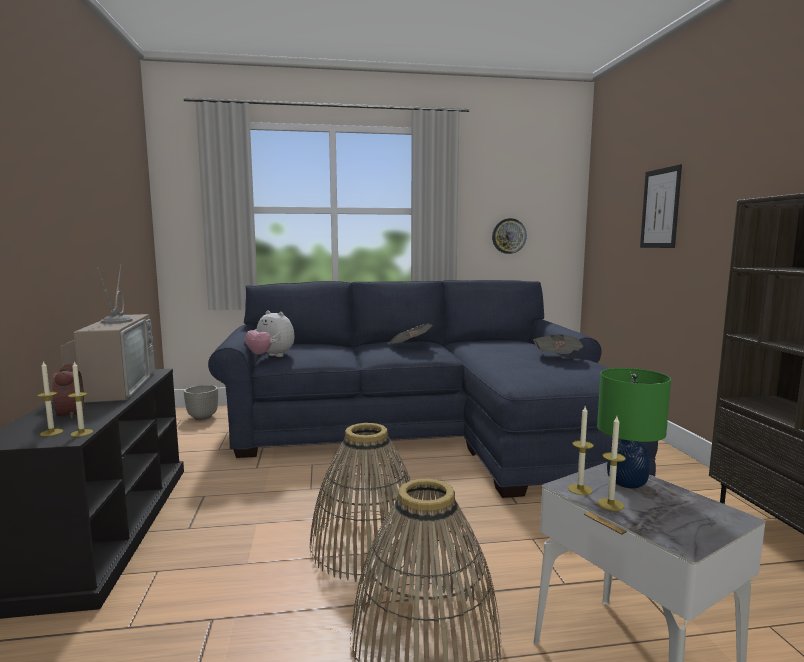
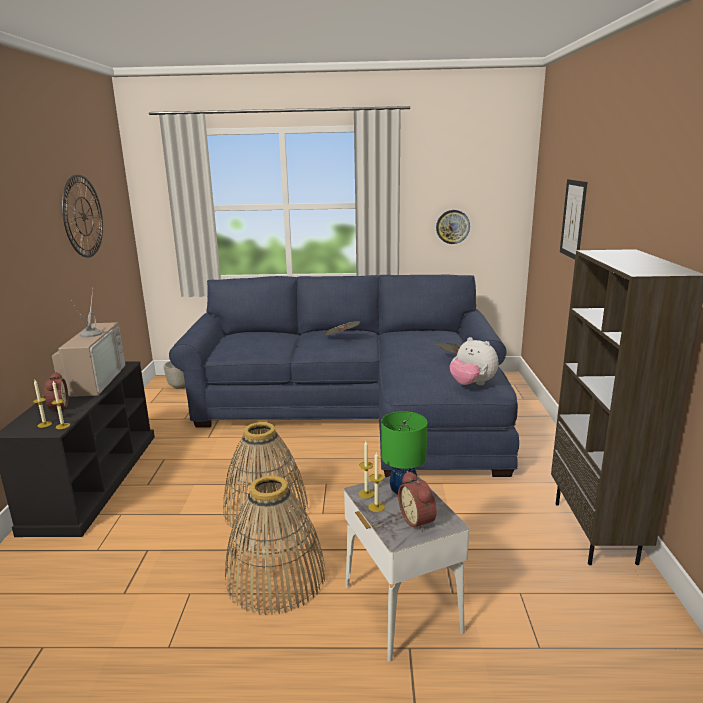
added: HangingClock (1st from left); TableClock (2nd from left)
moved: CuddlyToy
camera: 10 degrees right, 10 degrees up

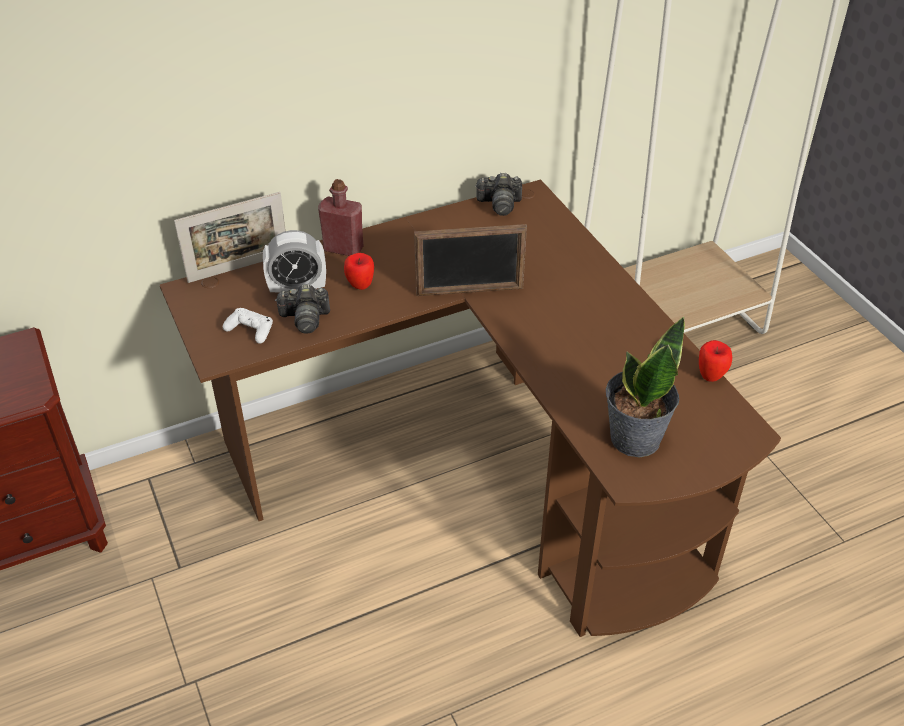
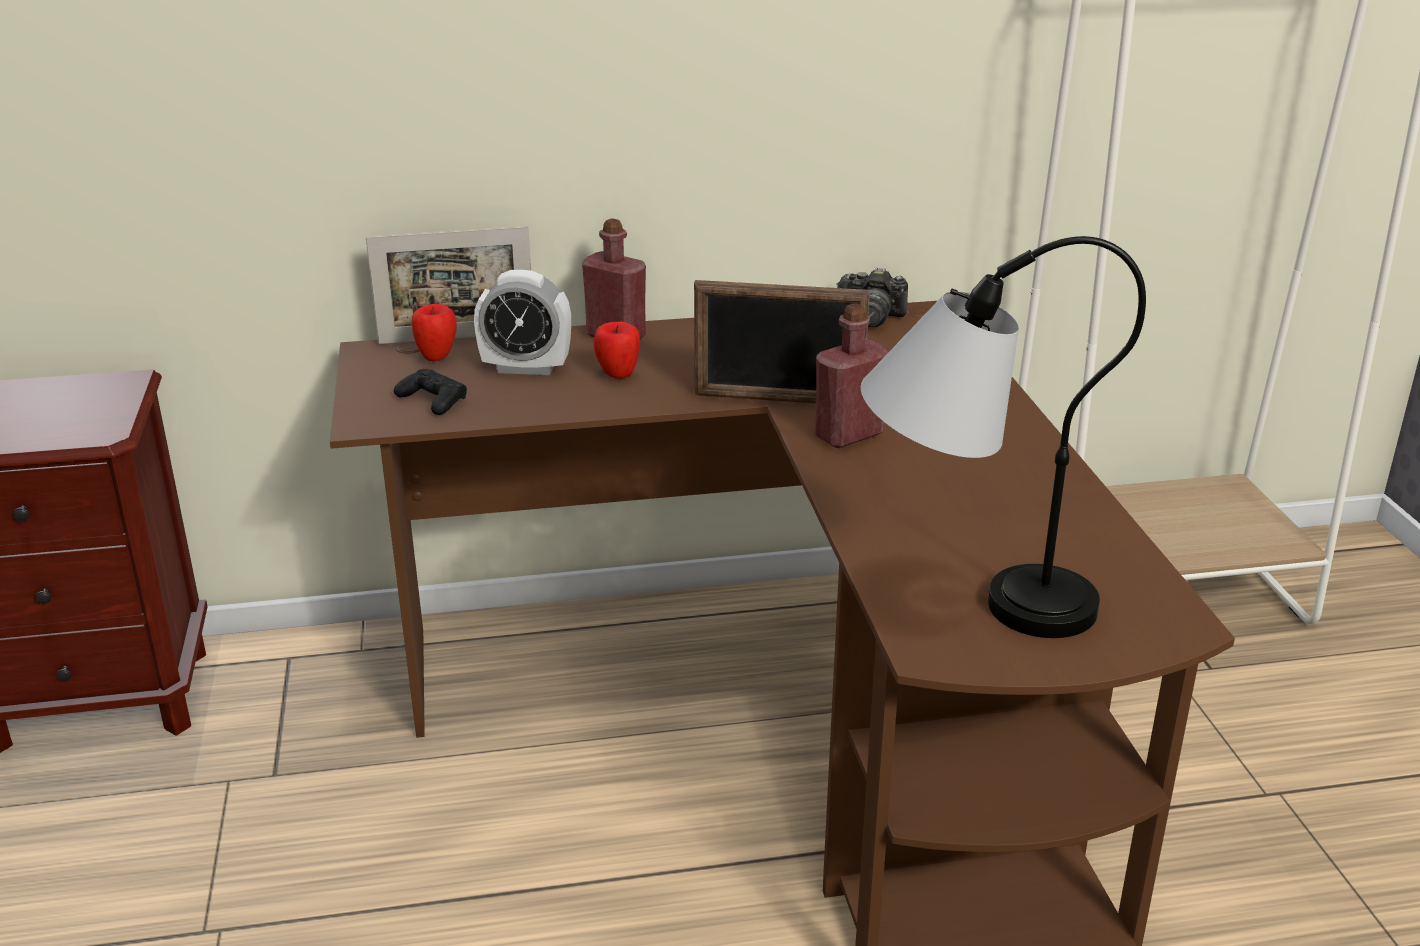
removed: StillCamera (1st from left)
added: ReddishBottle (2nd from left)
moved: Apple (2nd from left in the first image) to Apple (1st from left)
replaced: PlantInAPot to TableLamp
recoloured: WhitishGameController to BlackGameController
camera: 15 degrees right, 15 degrees down

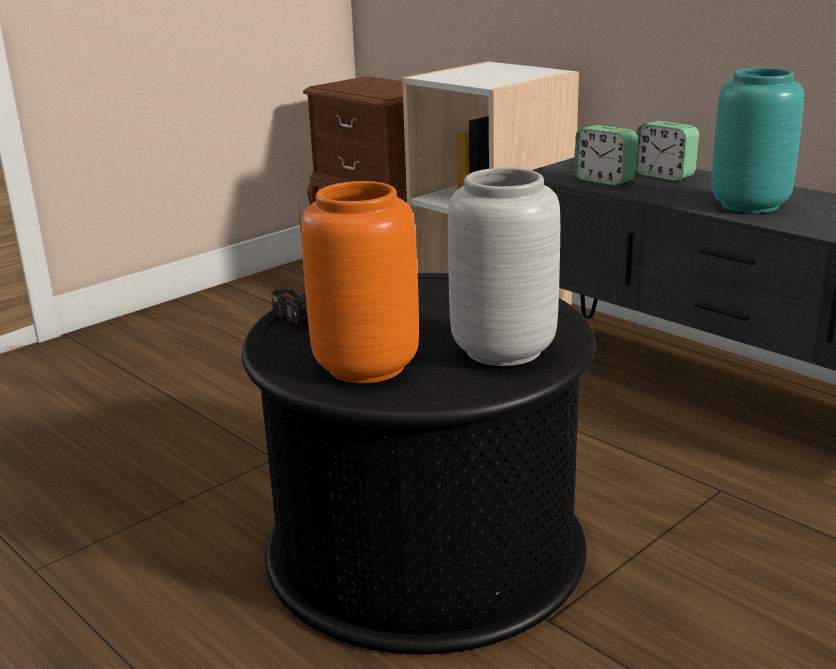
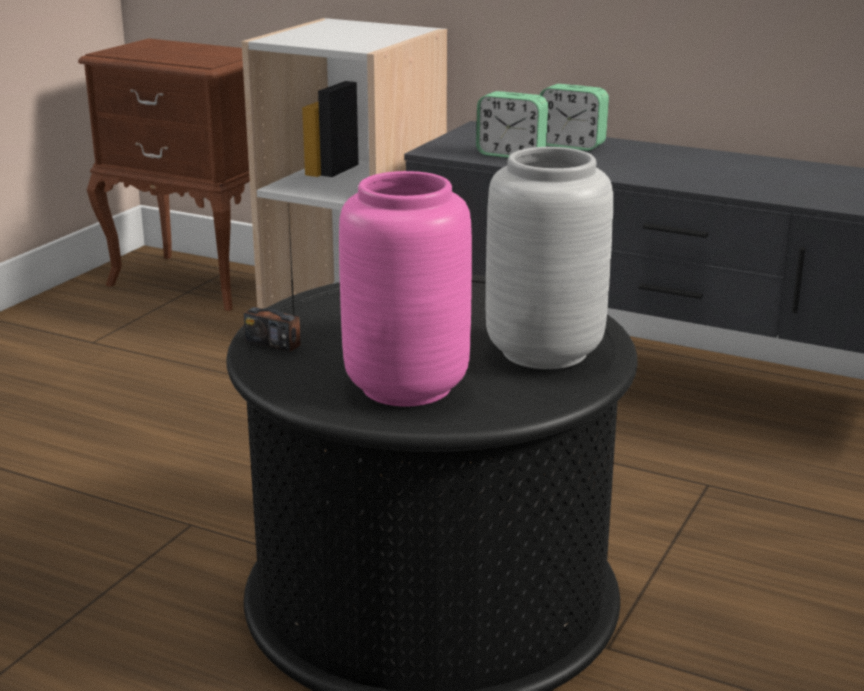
removed: BlueGreenDecorativeVase
recoloured: OrangeColouredDecorativeVase to PinkishDecorativeVase
camera: 20 degrees left, 0 degrees up

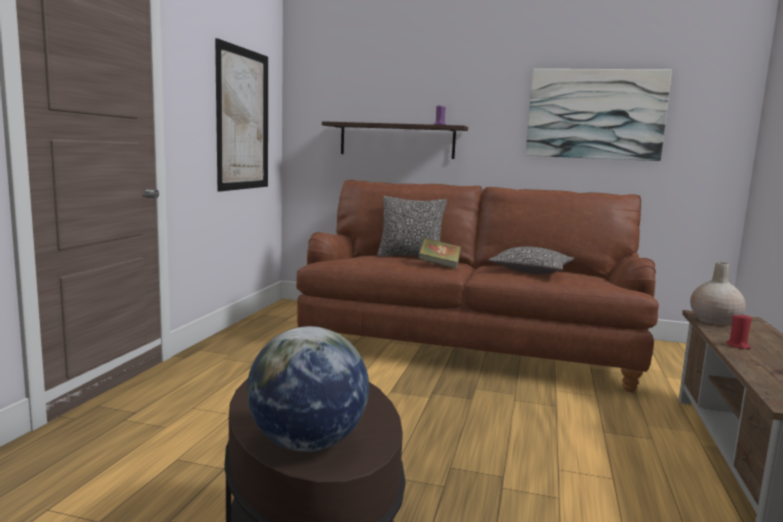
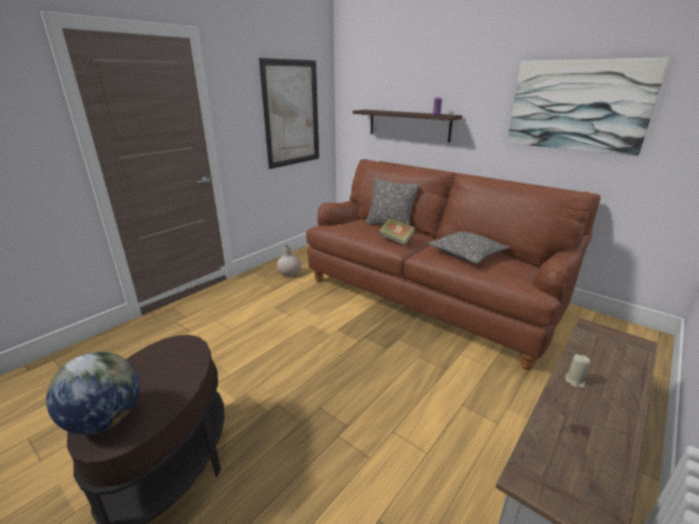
moved: SandColouredDecorativeVase
recoloured: ReddishCandle to SandColouredCandle
camera: 25 degrees right, 15 degrees up

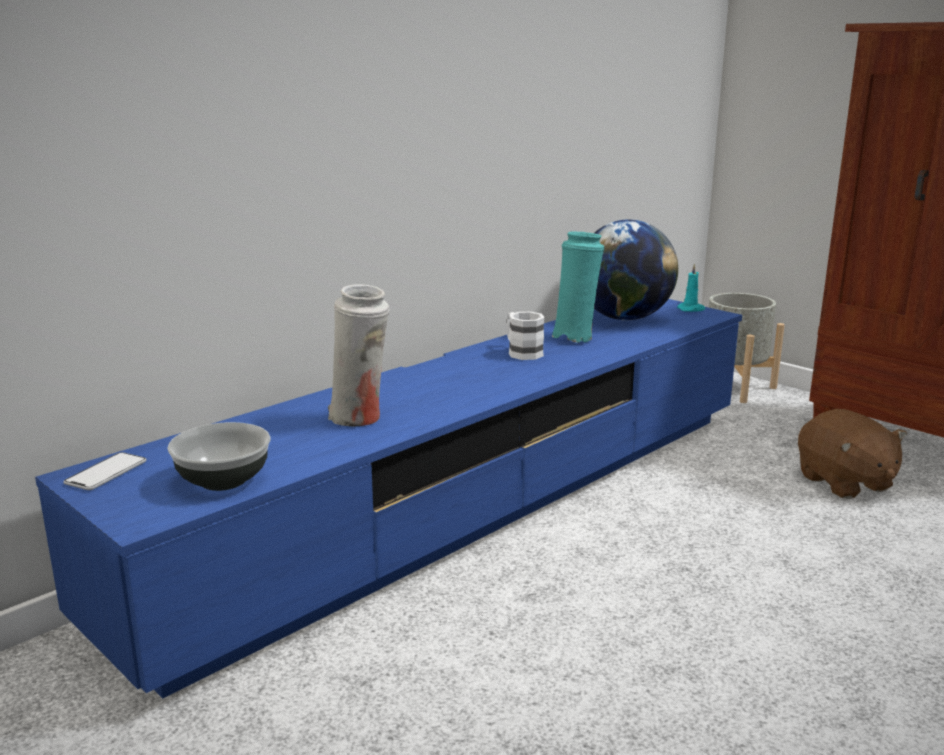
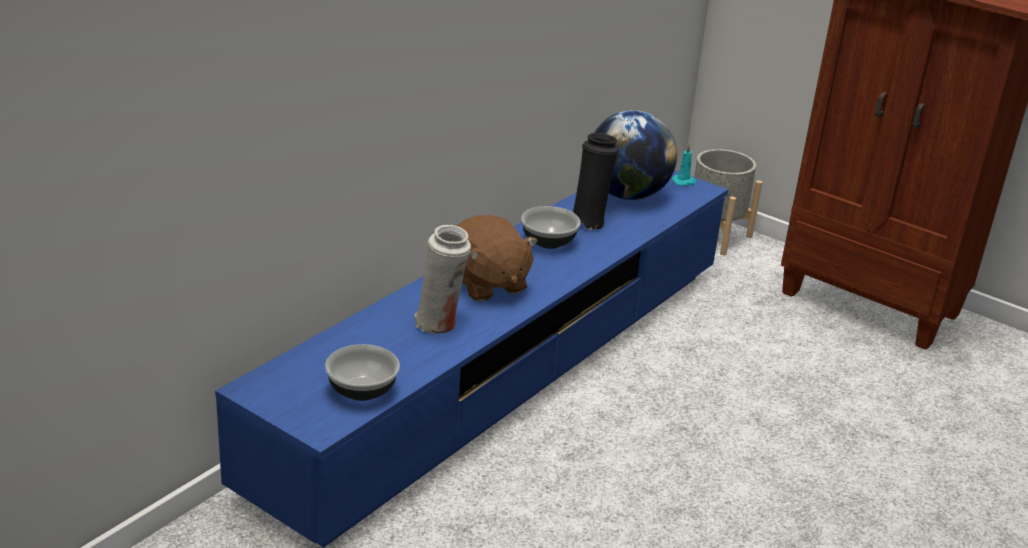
removed: Handset
moved: BrownCuddlyToy
replaced: WhitishCoffeeMug to ServingBowl (2nd from left)
recoloured: BlueGreenDecorativeVase to BlackDecorativeVase
camera: 10 degrees left, 10 degrees up

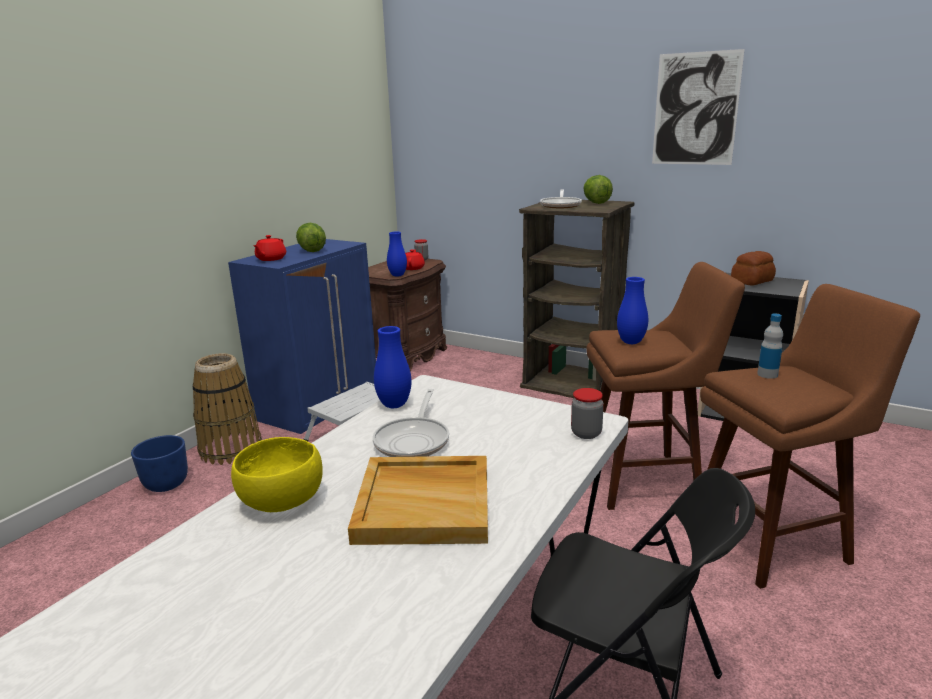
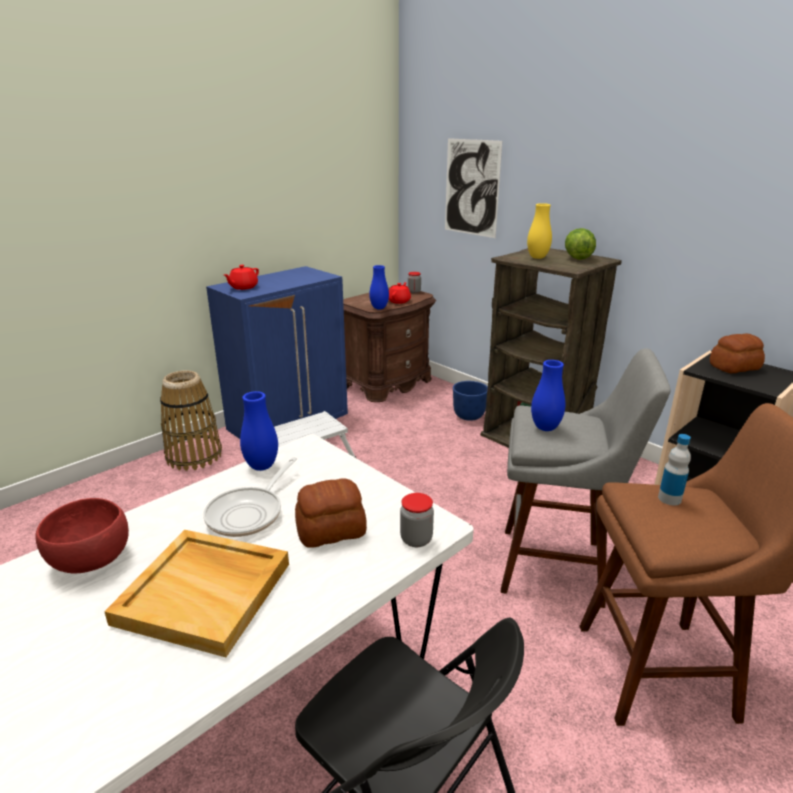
removed: LettuceHead (1st from left)
added: BakeryBread (1st from left)
moved: BluishFlowerPot; WallPicture
replaced: Pan (2nd from left) to YellowishDecorativeVase
recoloured: YellowishServingBowl to ReddishServingBowl; BrownStoolSeat (1st from left) to GreyishStoolSeat
camera: 15 degrees right, 5 degrees up

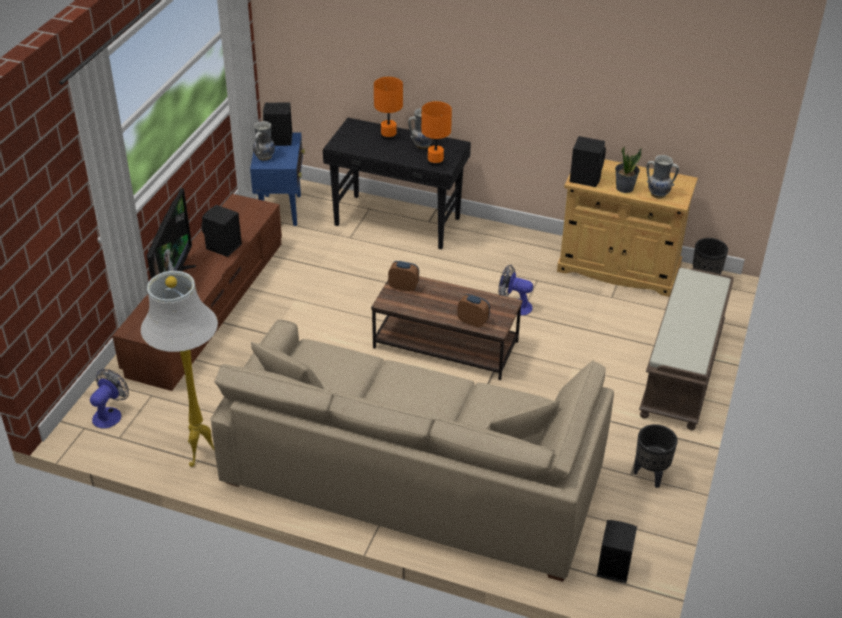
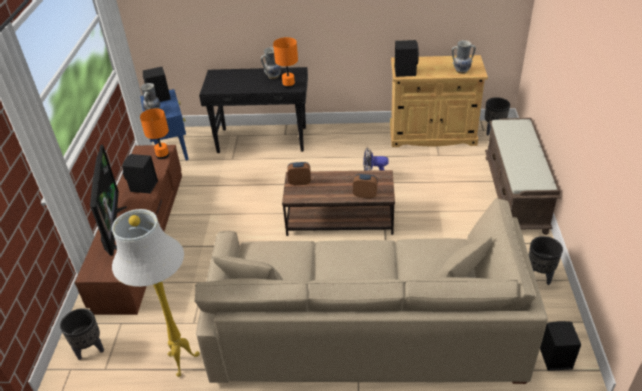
removed: PlantInAPot
moved: OrangeColouredTableLamp (1st from left)
replaced: ElectricFan (1st from left) to BlackFlowerPot (1st from left)
camera: 15 degrees left, 0 degrees up

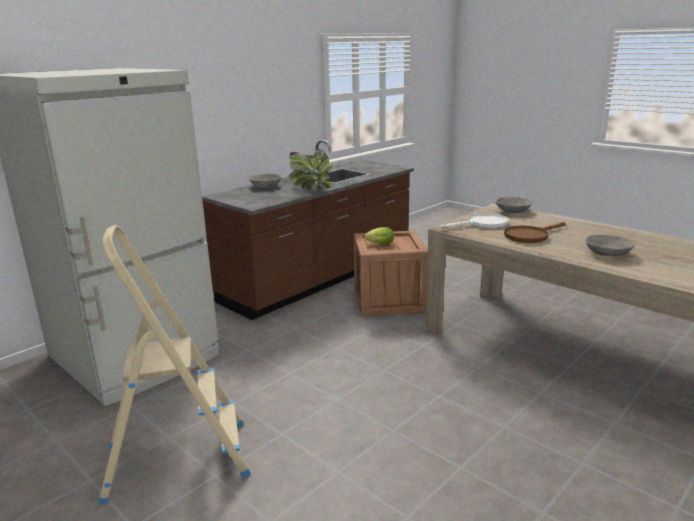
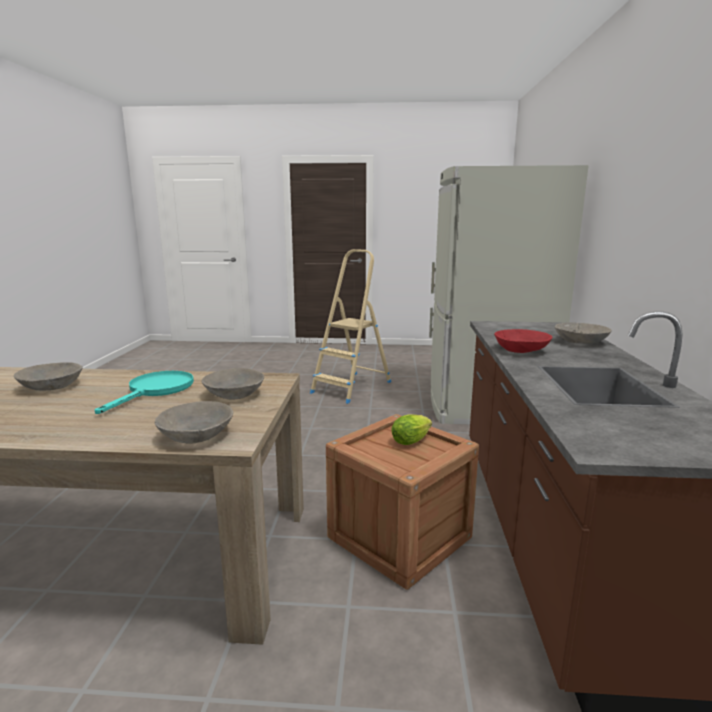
replaced: PlantInAPot to ReddishServingBowl; WhitishPan to GreyishServingBowl (3rd from left)
recoloured: BrownPan to BlueGreenPan
camera: 140 degrees right, 5 degrees down

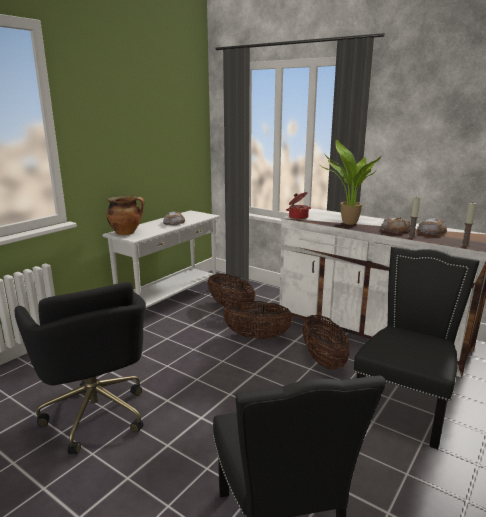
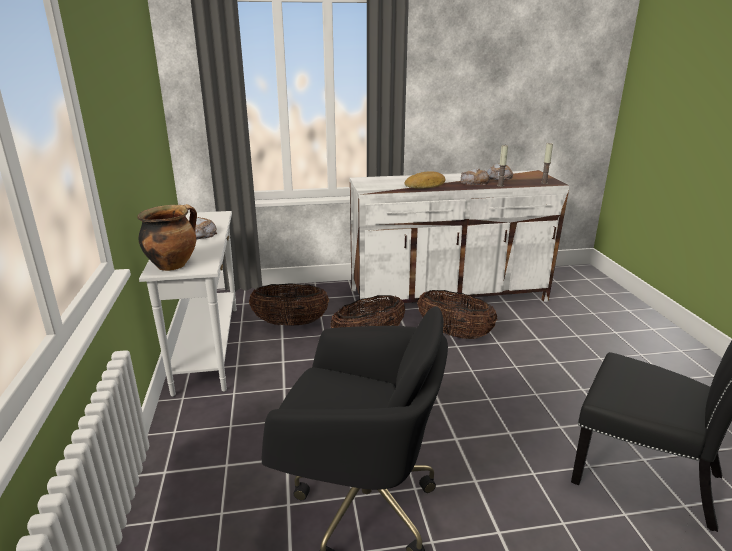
removed: Stockpot (2nd from left); BlackChair (2nd from left)
replaced: PlantInAPot to BakeryBread (2nd from left)
camera: 45 degrees left, 5 degrees up

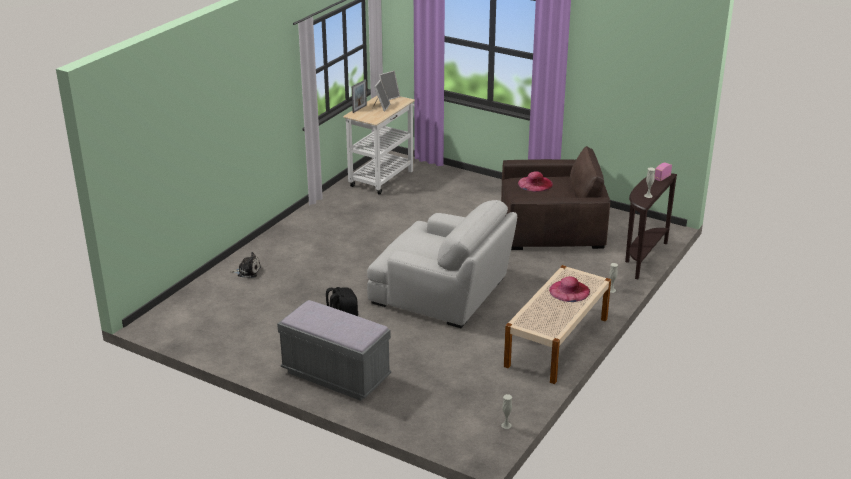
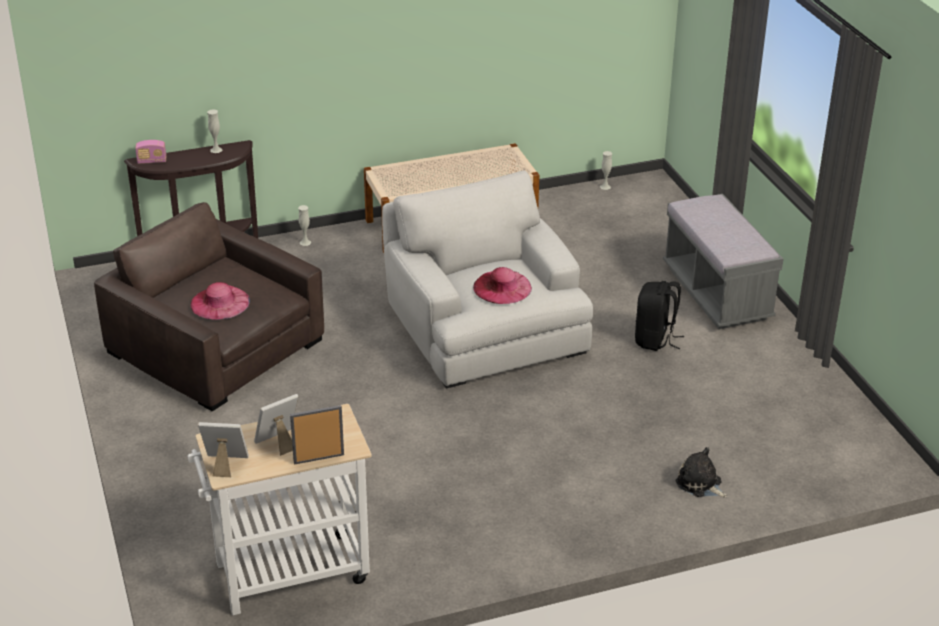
moved: PinkishWearableHat (2nd from left)
camera: 140 degrees left, 5 degrees up

